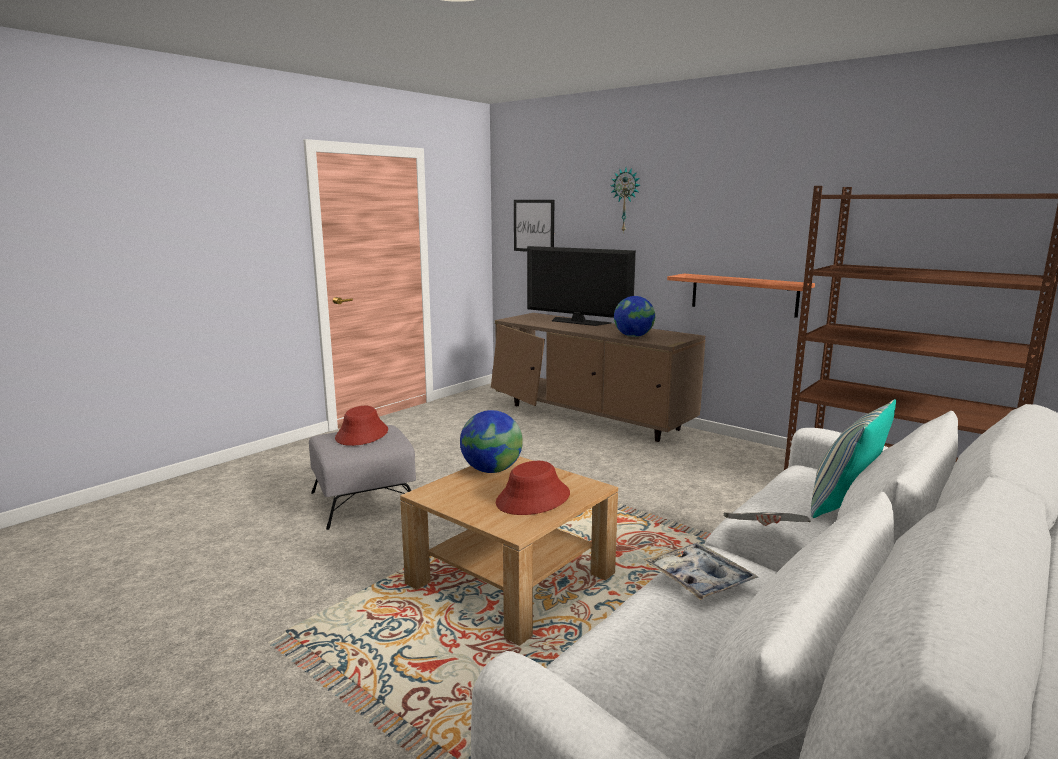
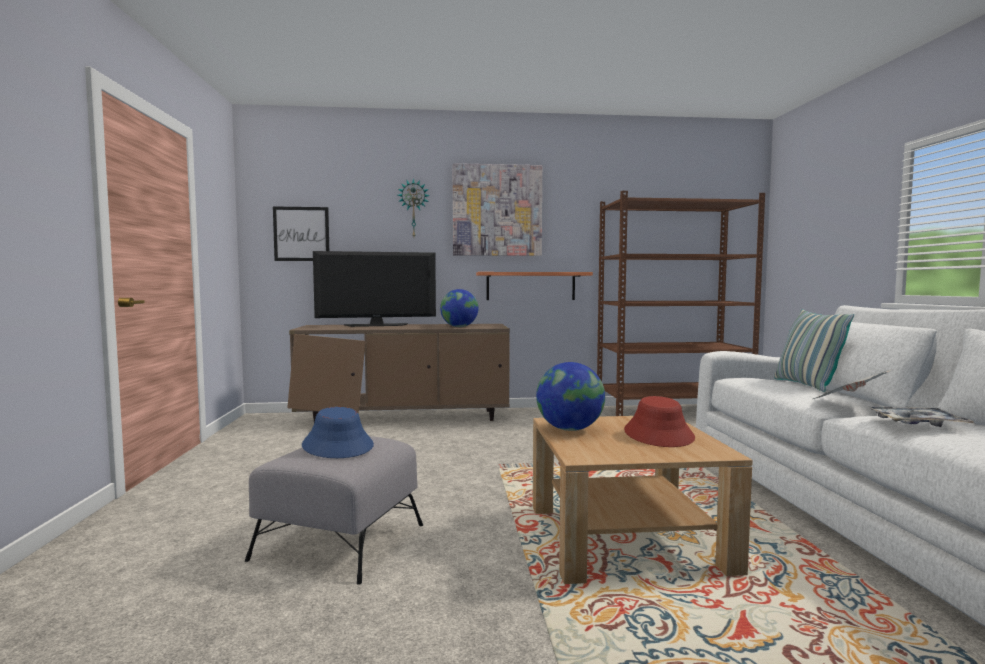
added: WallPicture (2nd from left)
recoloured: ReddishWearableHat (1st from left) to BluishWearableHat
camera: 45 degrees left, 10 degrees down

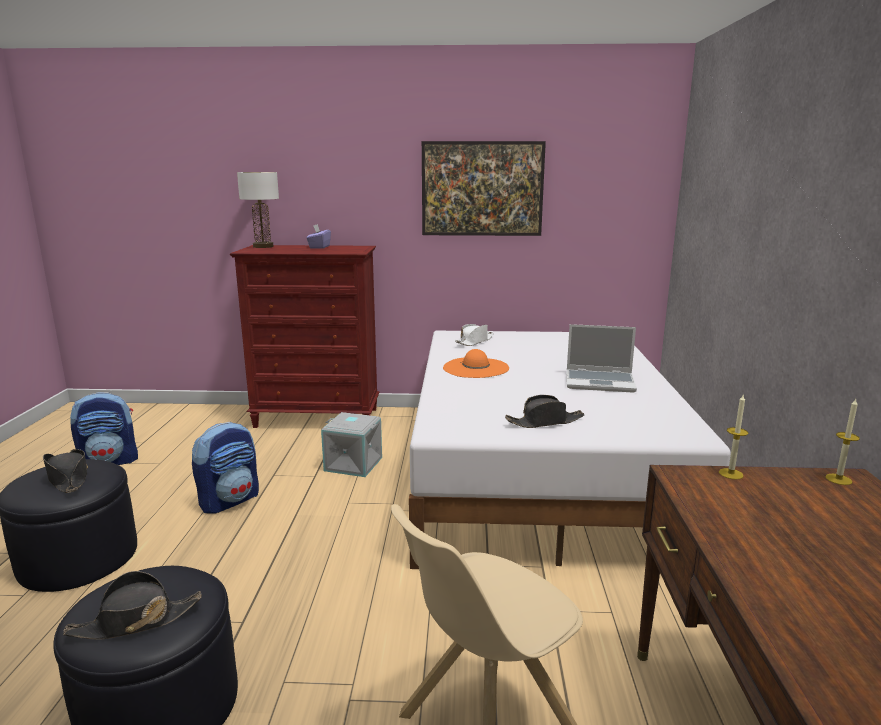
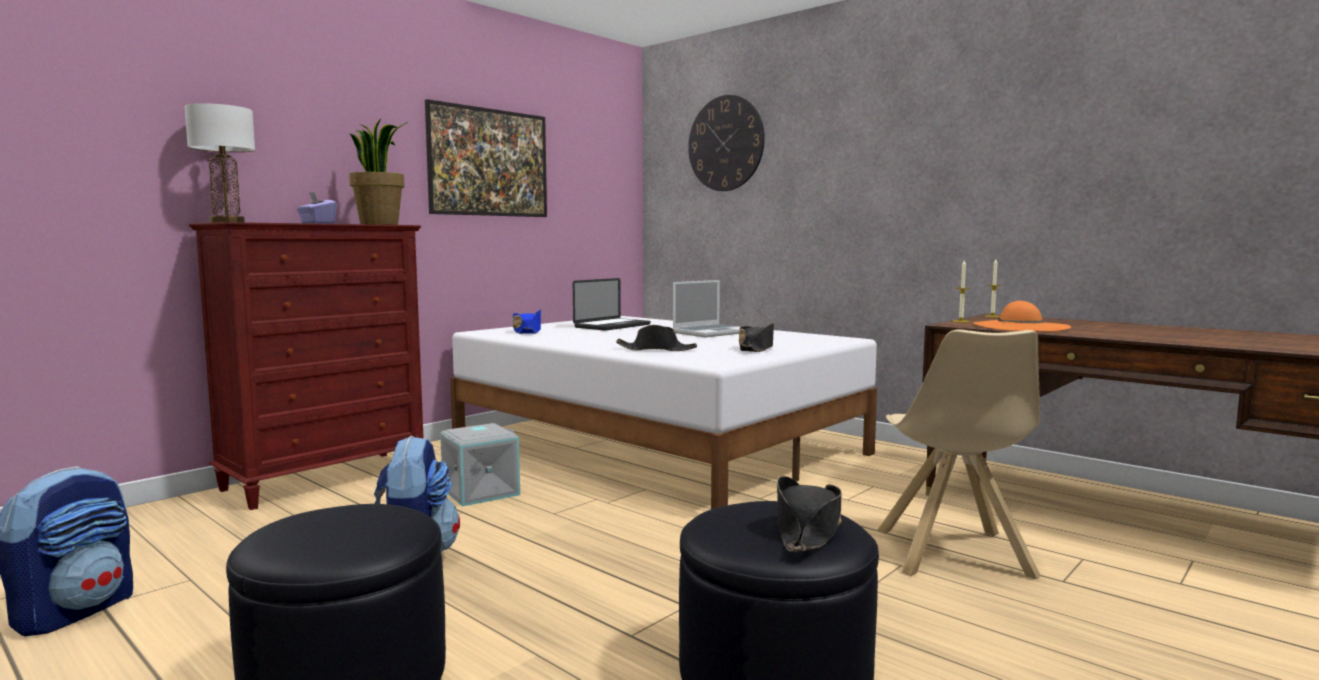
added: PlantInAPot; PortableComputer (1st from left); HangingClock
moved: BlackWearableHat (1st from left); OrangeColouredWearableHat
recoloured: WhitishWearableHat to BluishWearableHat
camera: 50 degrees left, 10 degrees down

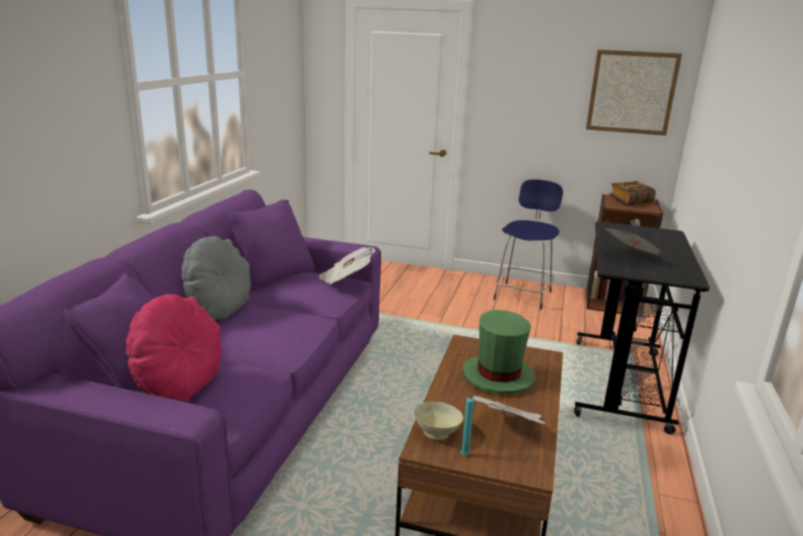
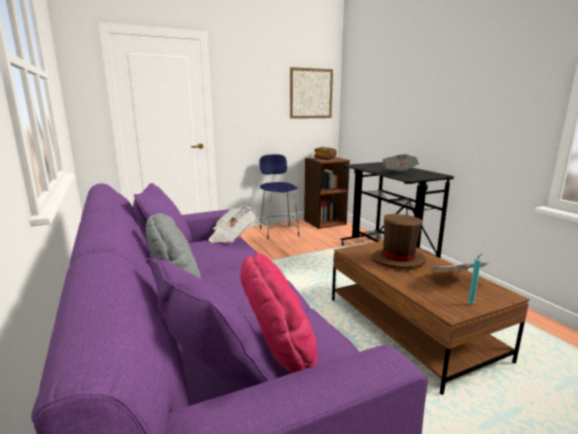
removed: SandColouredServingBowl
recoloured: GreenColouredWearableHat to BrownWearableHat
camera: 40 degrees left, 5 degrees down

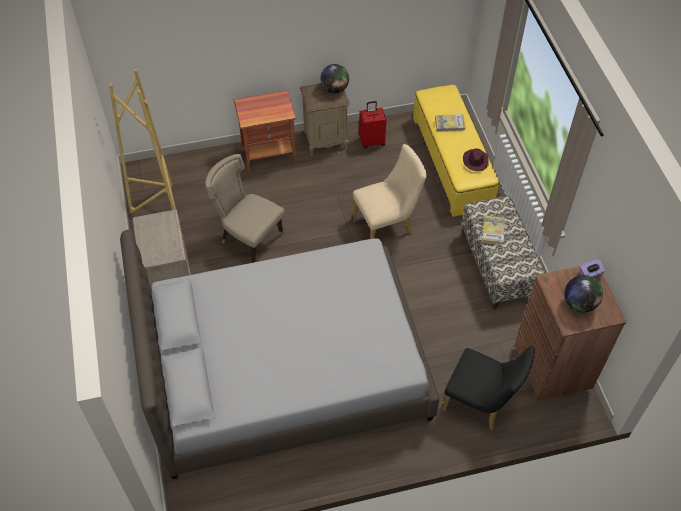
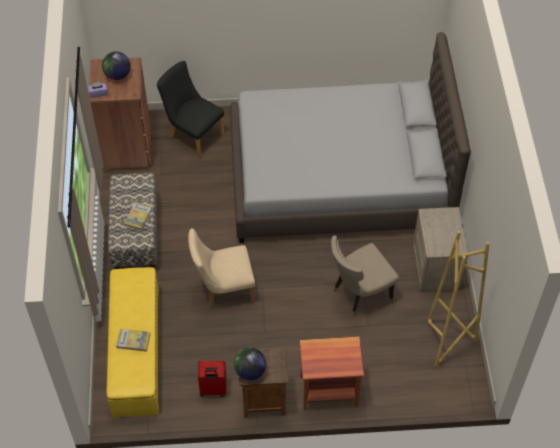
removed: PurpleWearableHat
turned: SandColouredChair (1st from left in the first image) 105 degrees clockwise
camera: 170 degrees left, 0 degrees up

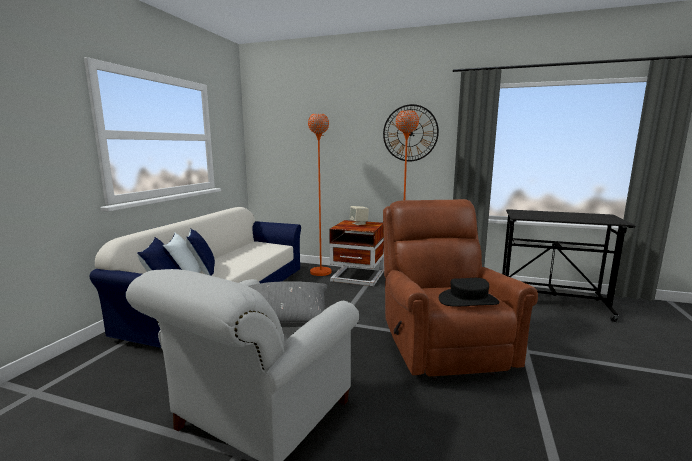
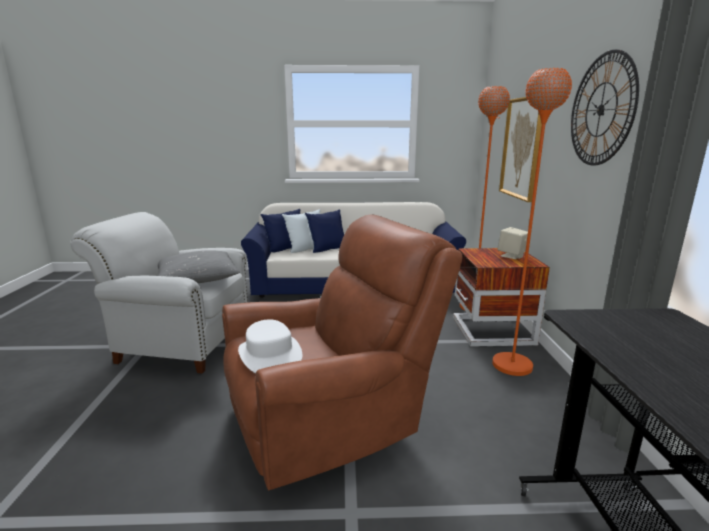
added: WallPicture
recoloured: BlackWearableHat to WhitishWearableHat
camera: 70 degrees right, 5 degrees up

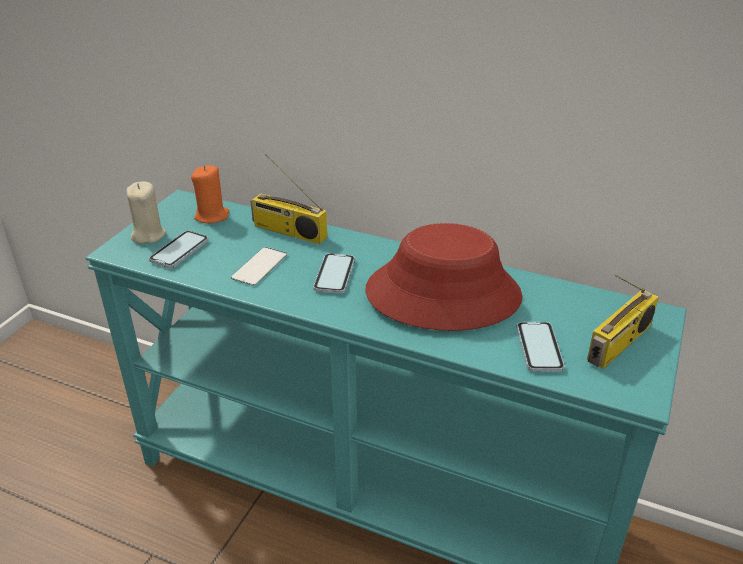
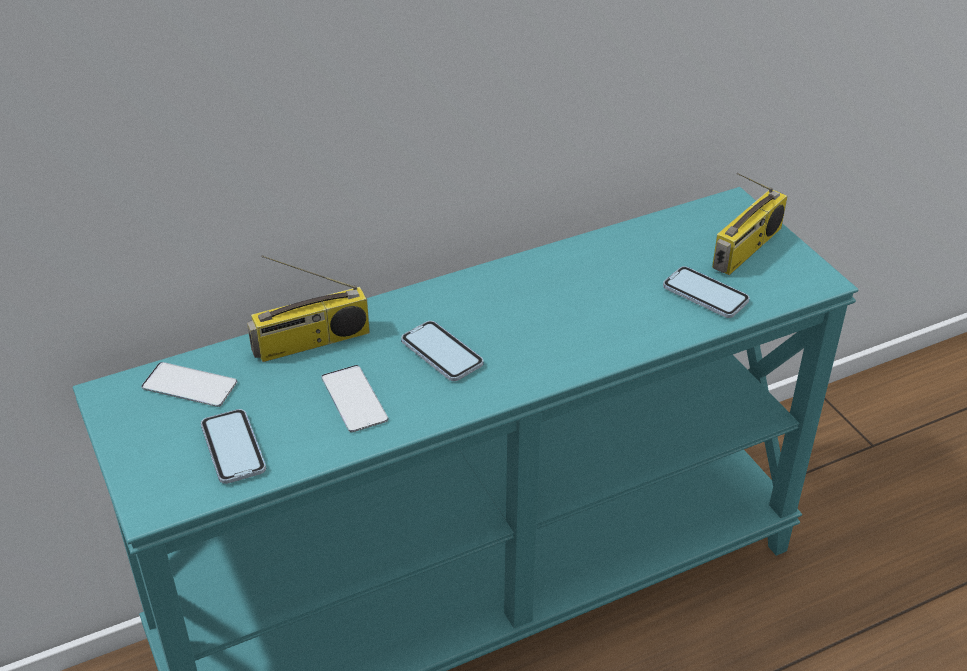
removed: SandColouredCandle; ReddishWearableHat
replaced: OrangeColouredCandle to Handset (1st from left)
turned: RadioSet (2nd from left) 45 degrees clockwise
camera: 50 degrees left, 5 degrees up

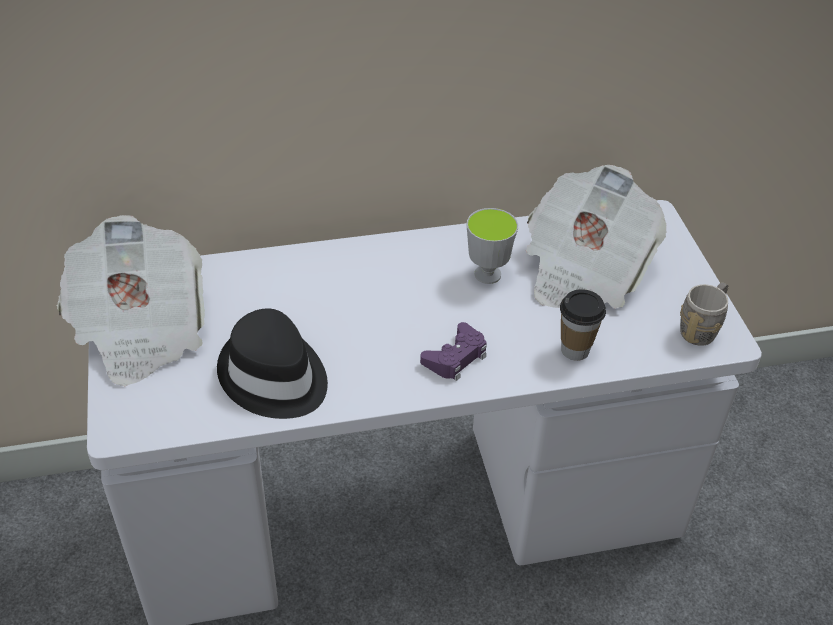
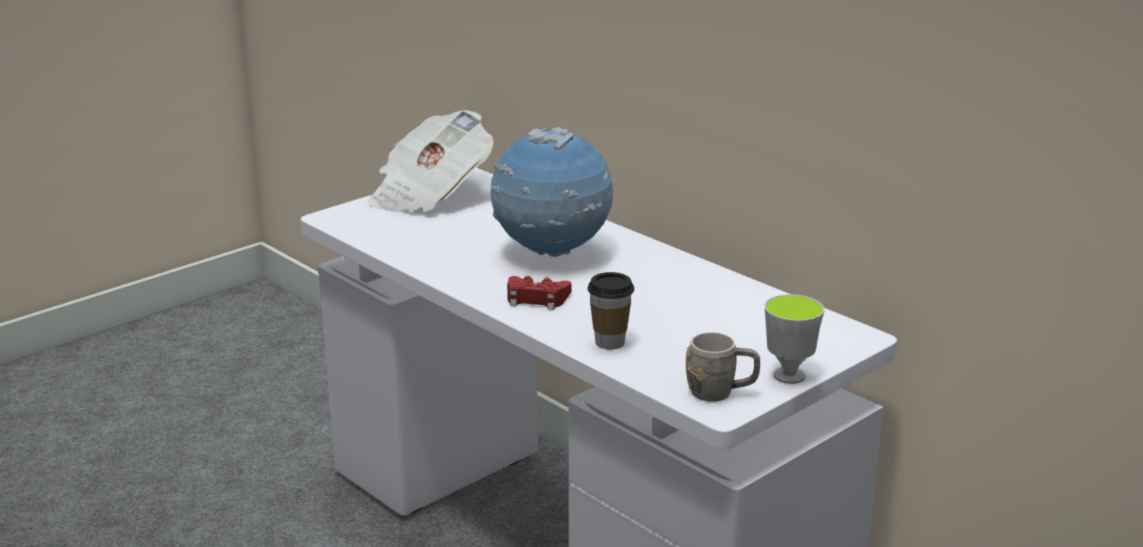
removed: BlackWearableHat; Newspaper (2nd from left)
added: Globe
moved: SmallCup (1st from left in the first image) to SmallCup (2nd from left)
recoloured: PurpleGameController to ReddishGameController
camera: 60 degrees right, 20 degrees down

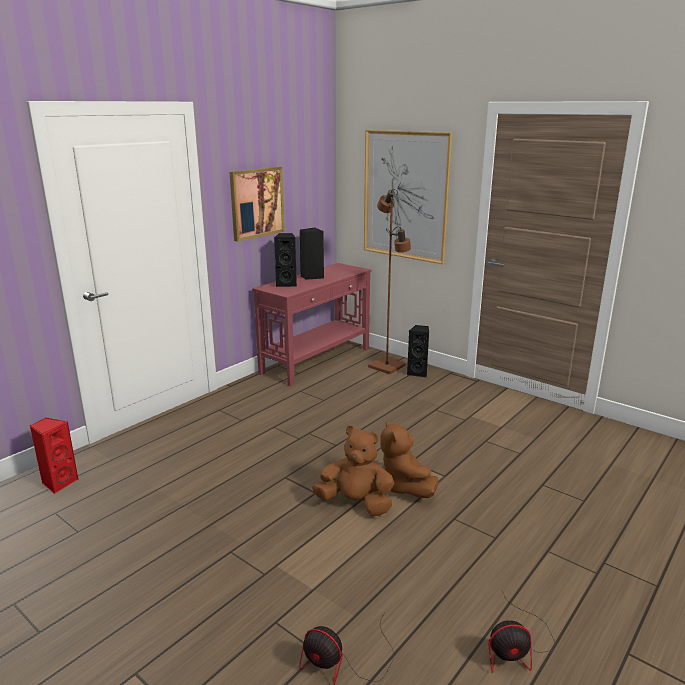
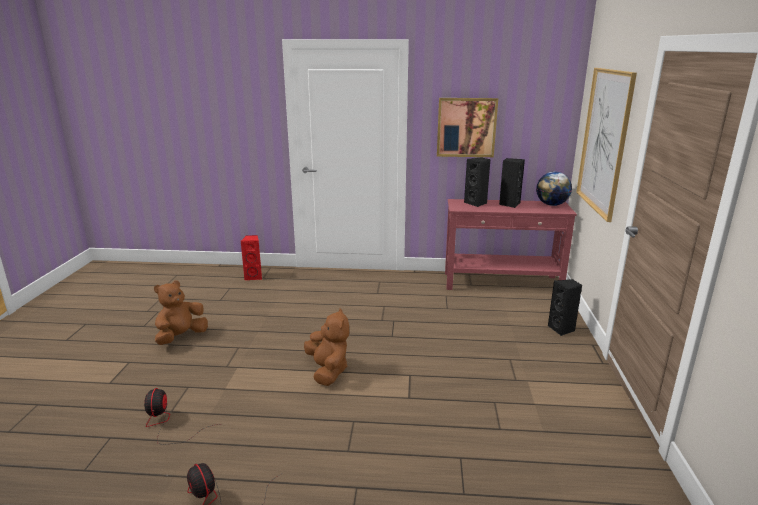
removed: BrownStandardLamp
added: Globe
moved: BrownCuddlyToy (2nd from left in the first image) to BrownCuddlyToy (1st from left)
camera: 55 degrees right, 0 degrees up

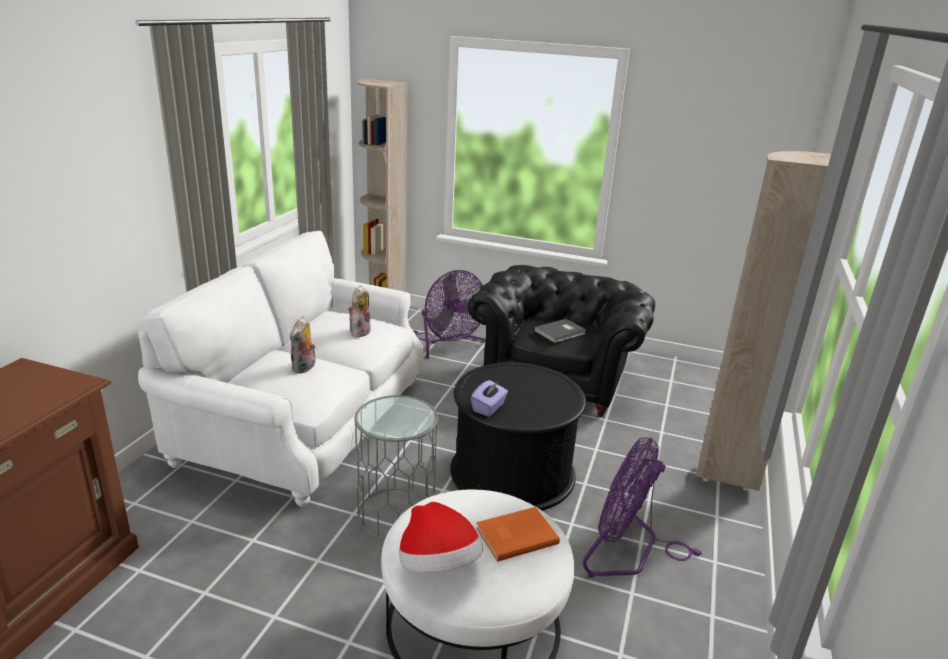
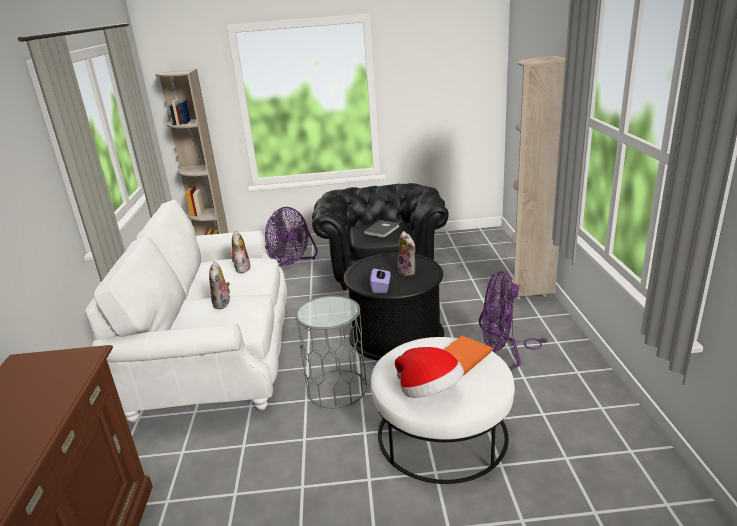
added: CuddlyToy (3rd from left)
camera: 20 degrees left, 0 degrees up

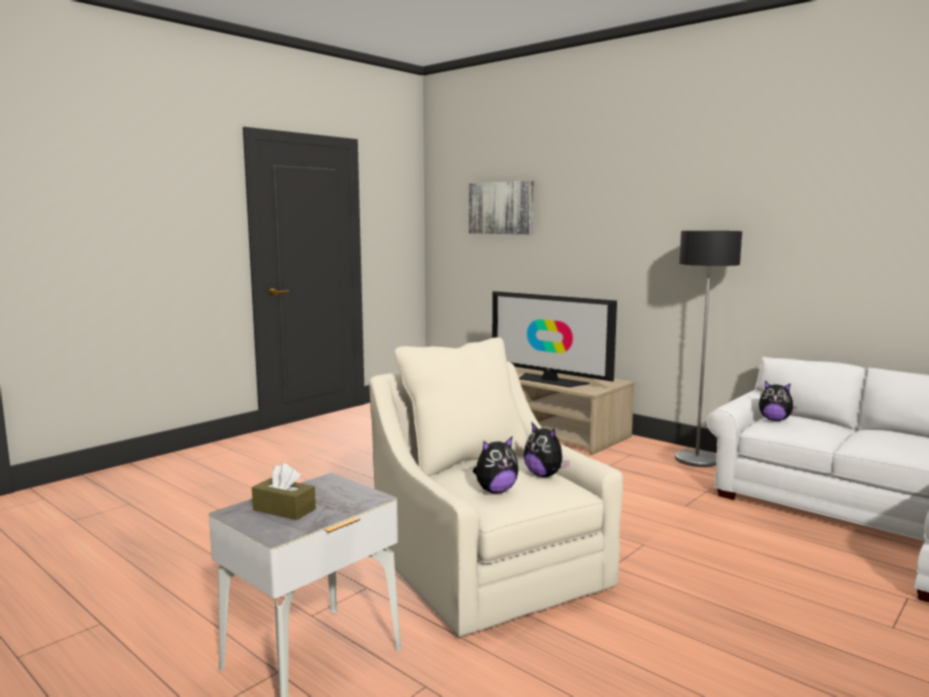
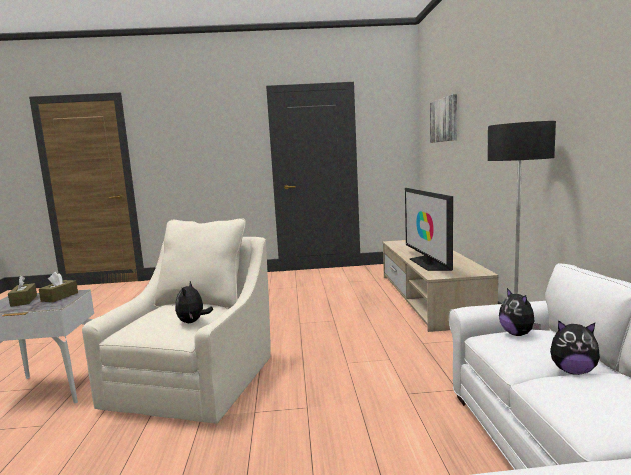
added: BrownTissueHolder (2nd from left)
moved: CuddlyToy (1st from left in the first image) to CuddlyToy (3rd from left)
camera: 45 degrees right, 0 degrees up

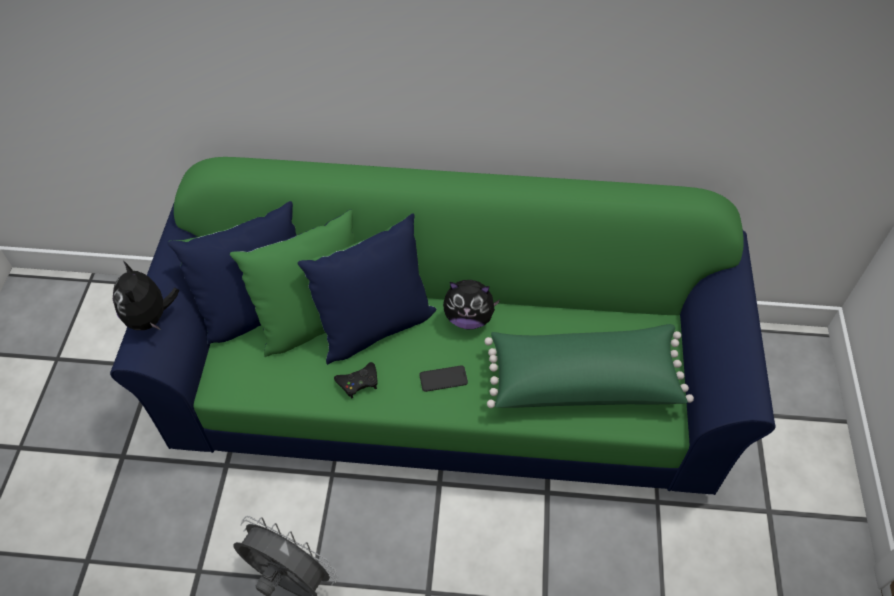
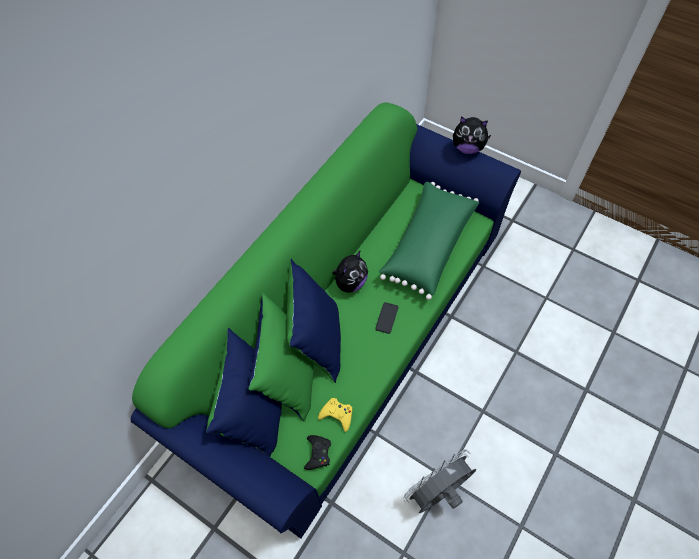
added: YellowishGameController
moved: CuddlyToy (1st from left in the first image) to CuddlyToy (2nd from left); BlackGameController
camera: 60 degrees left, 5 degrees up

